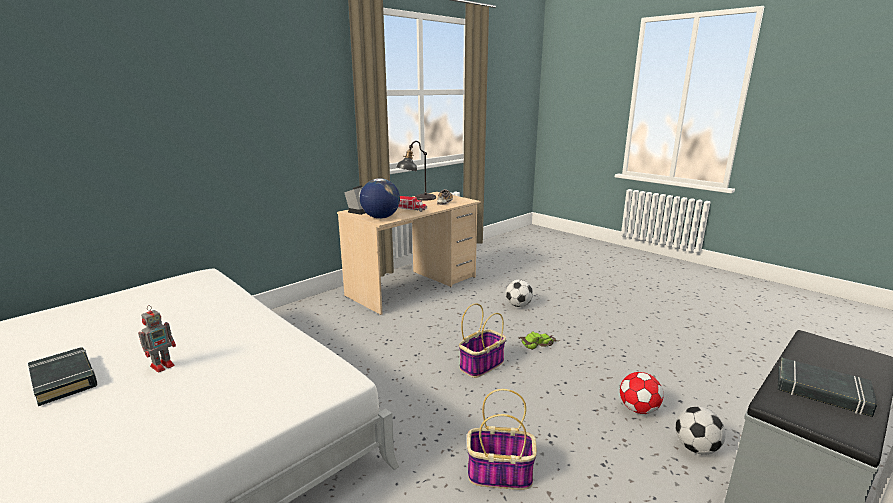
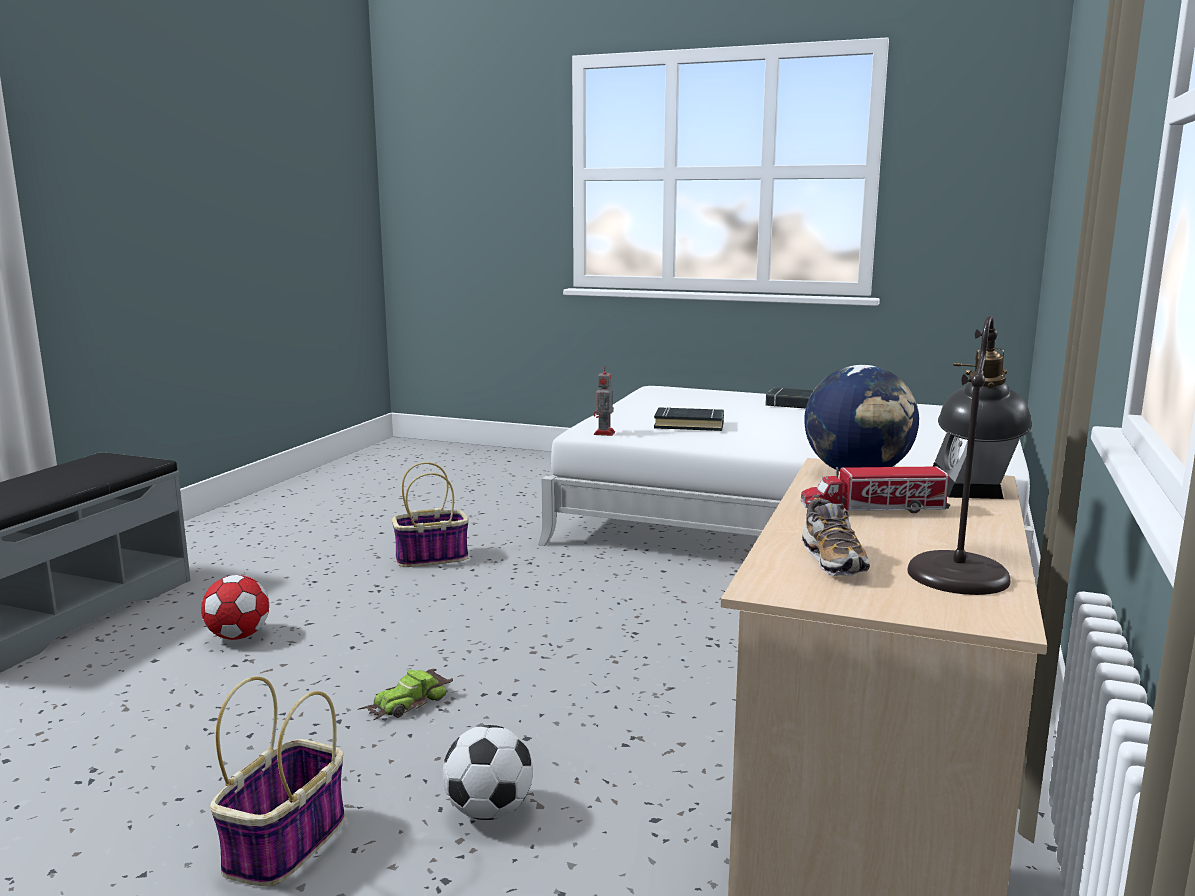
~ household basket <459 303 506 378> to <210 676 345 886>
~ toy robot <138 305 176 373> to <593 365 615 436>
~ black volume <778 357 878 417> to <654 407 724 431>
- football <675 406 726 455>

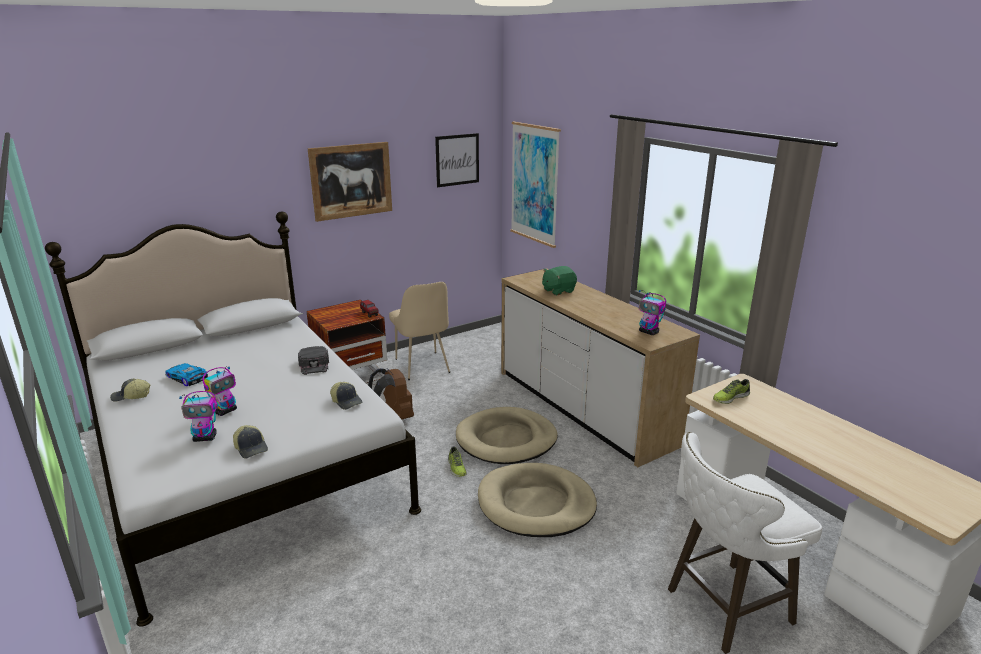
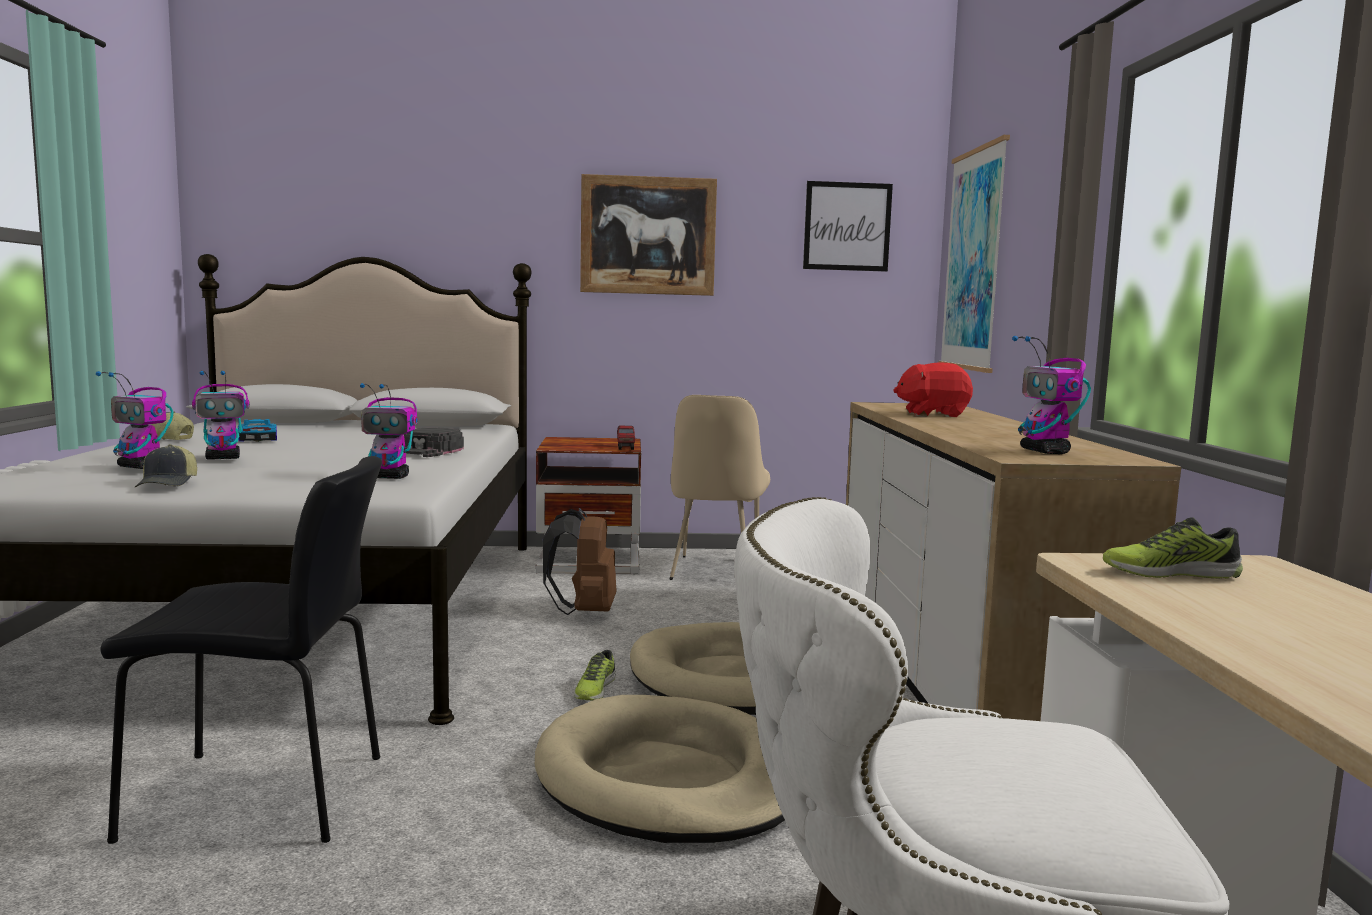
+ black plain chair <101 456 382 844>
~ cap <330 382 363 410> to toy robot <360 383 418 479>
~ green soft toy <542 266 577 296> to reddish soft toy <893 362 973 417>

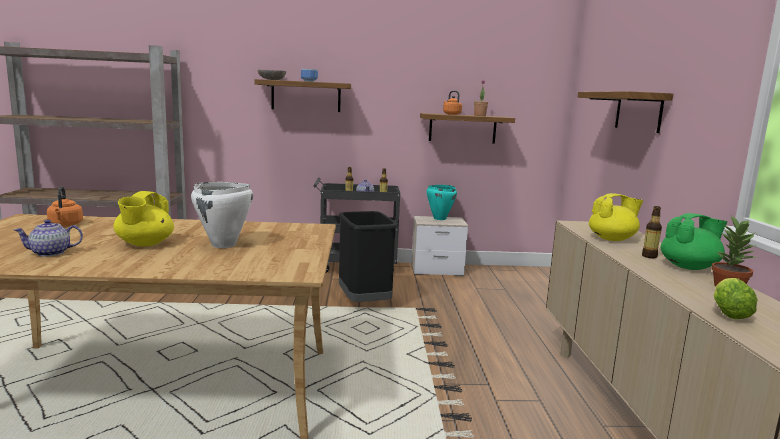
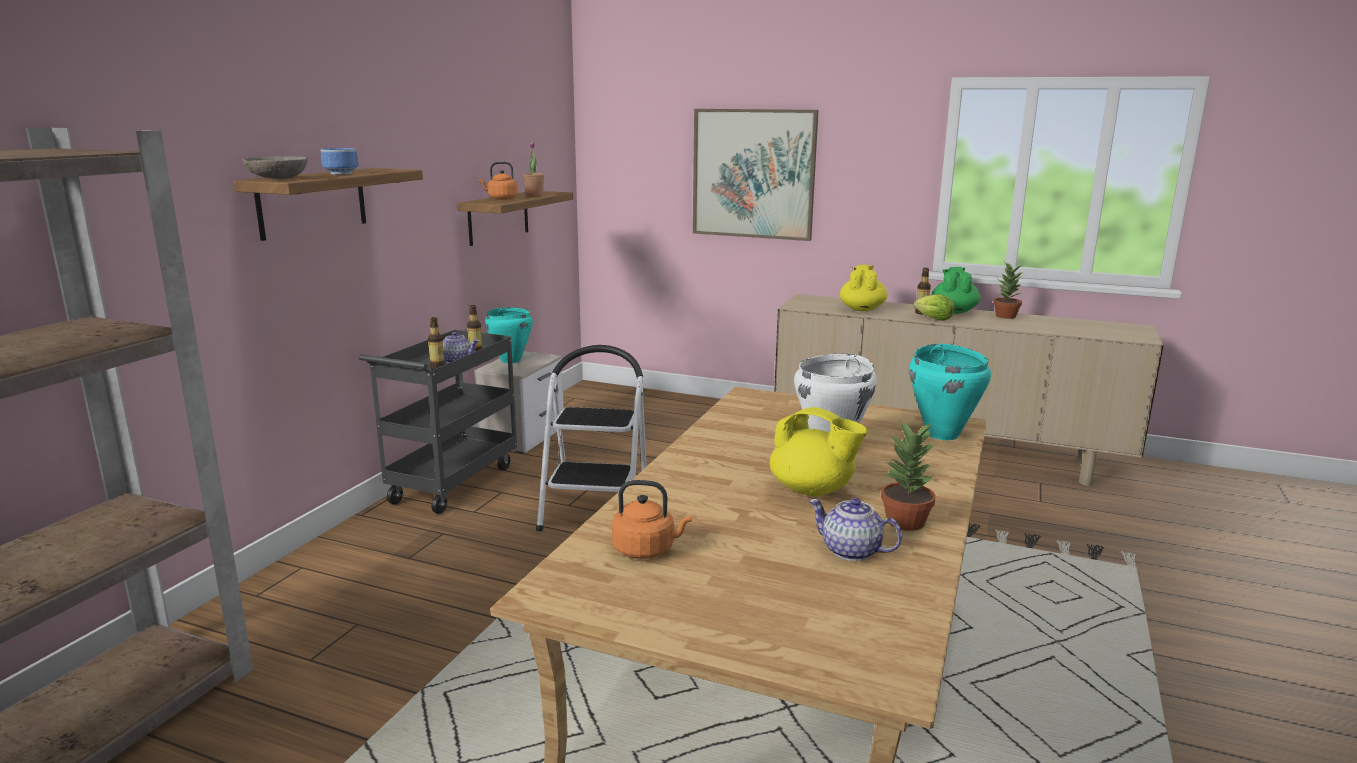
~ black rubbish bin <339 211 397 302> to stepladder <536 345 646 531>
~ shelf <577 91 673 133> to wall art <693 109 819 241>
~ teapot <14 219 83 257> = <809 498 902 561> 120 degrees clockwise
+ plant in a pot <881 421 936 531>
+ turquoise-coloured stockpot <909 344 991 440>
~ lettuce head <713 278 758 319> to <914 294 955 321>

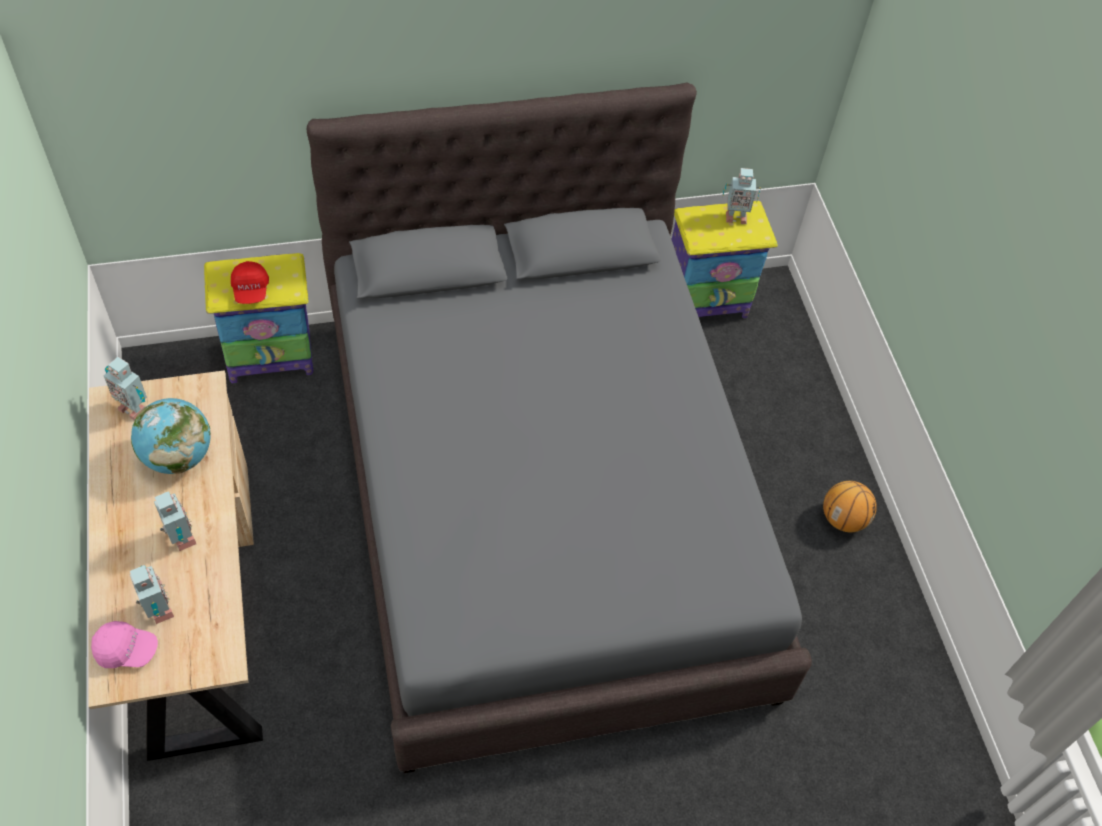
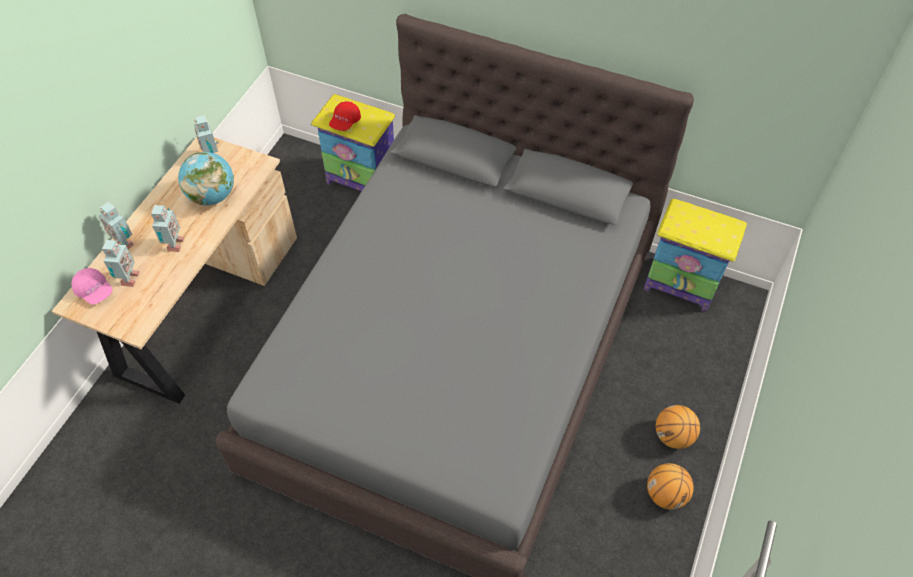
~ toy robot <723 168 761 224> to <99 202 134 250>
+ ball for basketball <656 405 700 449>

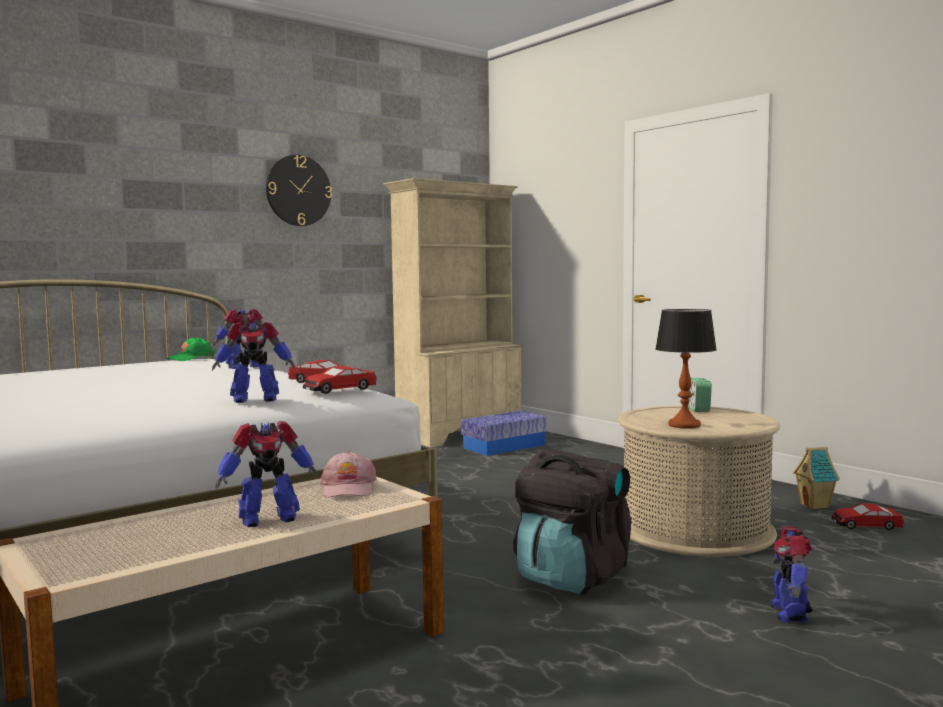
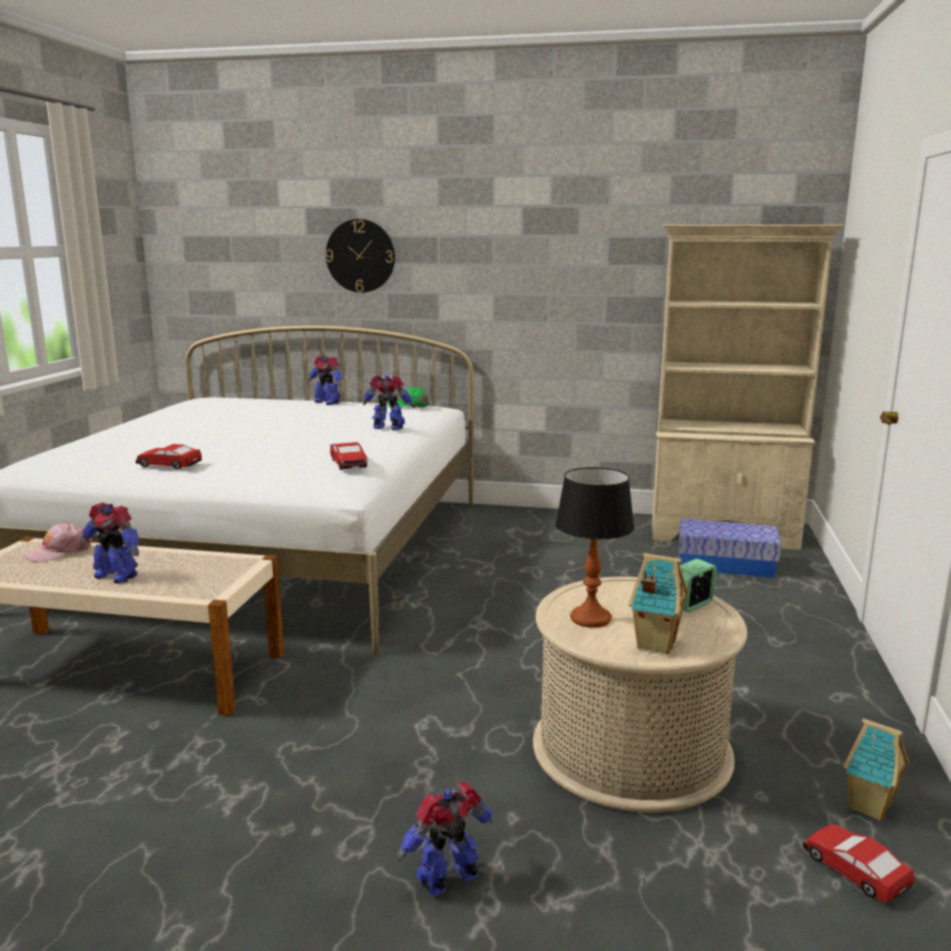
~ pink cap <321 451 377 498> to <24 522 92 563>
~ miniature car <303 366 376 394> to <135 444 202 470>
~ toy robot <212 321 295 403> to <308 355 342 405>
~ clock on the wall <266 155 332 226> to <325 219 395 293>
+ miniature house <629 553 689 655>
- black knapsack <513 449 631 595>

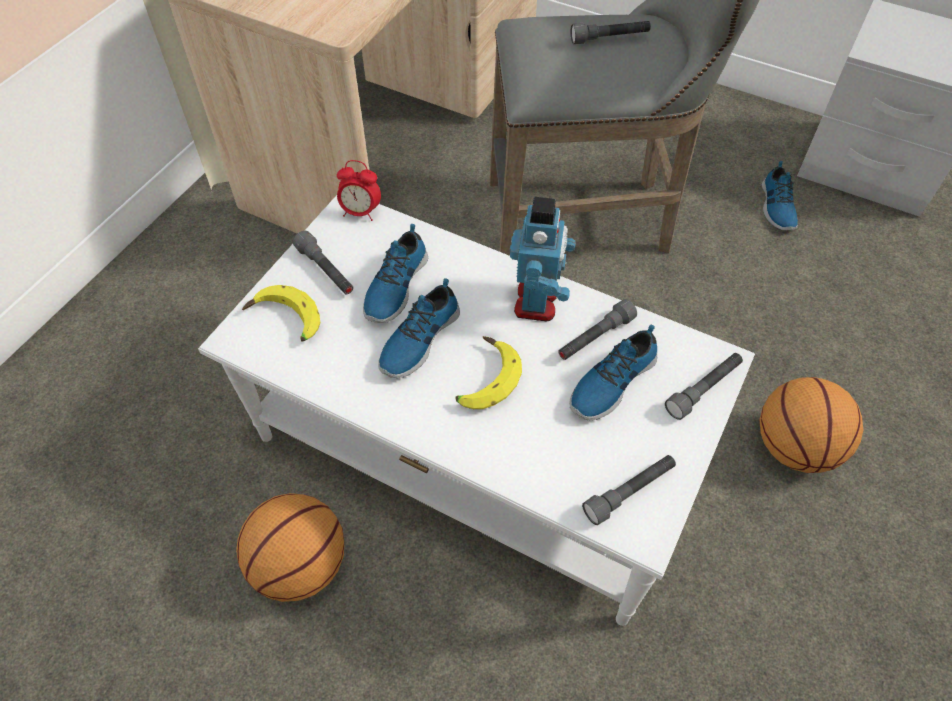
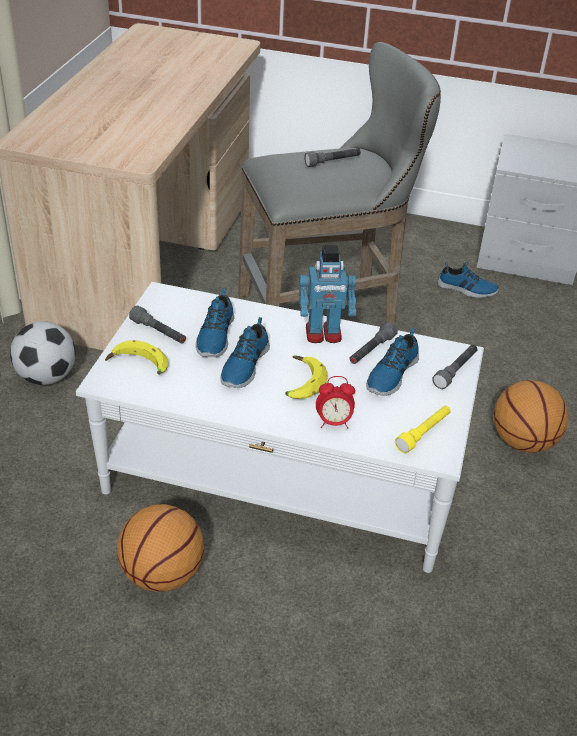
+ football <10 322 76 385>
~ toy robot <510 197 576 322> = <299 245 356 343> 90 degrees clockwise
~ bedside clock <337 160 381 221> to <316 376 355 429>
~ grey flashlight <582 455 676 525> to yellow flashlight <395 406 451 453>
~ low shoe <762 161 798 231> = <437 261 499 298> 60 degrees counterclockwise

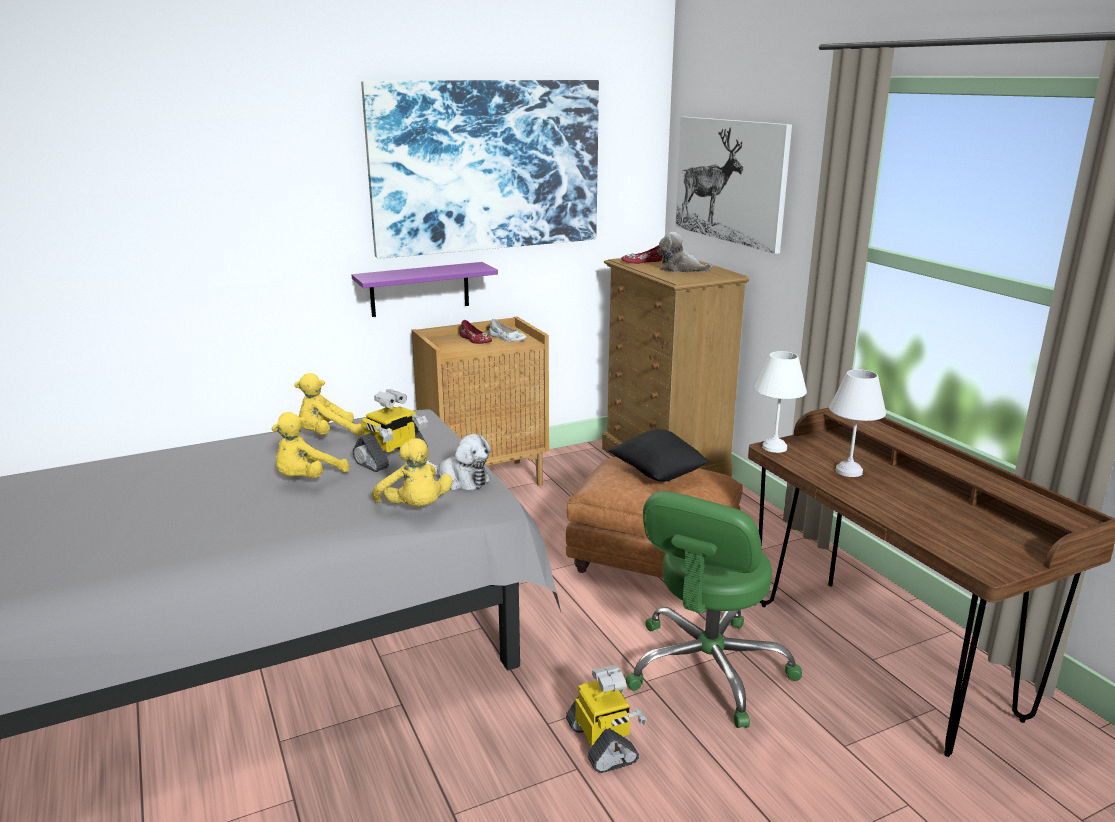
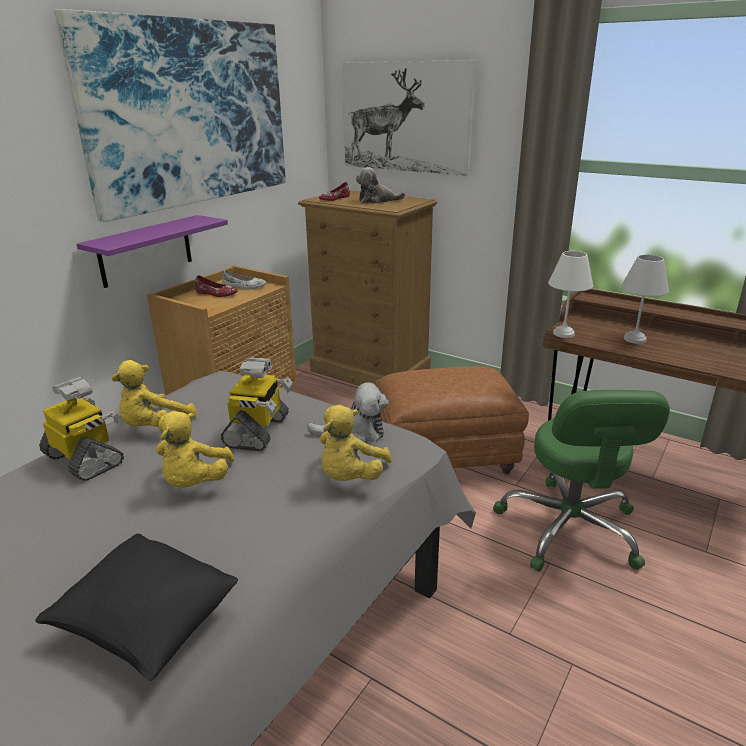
~ black throw pillow <609 429 709 482> to <35 534 238 681>
~ toy robot <566 665 647 773> to <39 377 124 481>
~ yellow soft toy <372 438 453 506> = <320 405 392 481> 90 degrees clockwise

